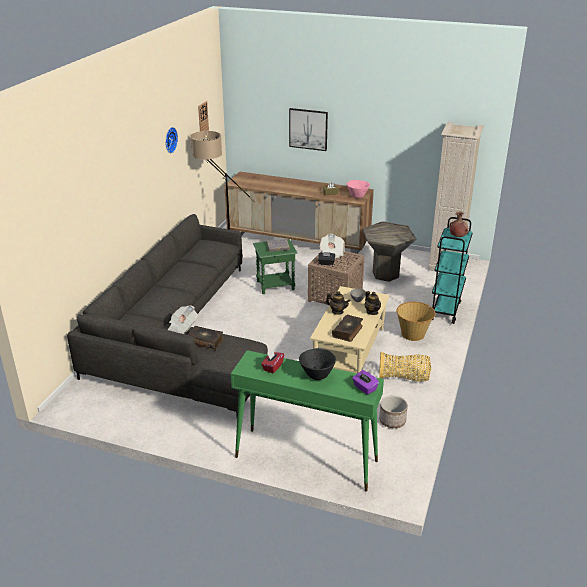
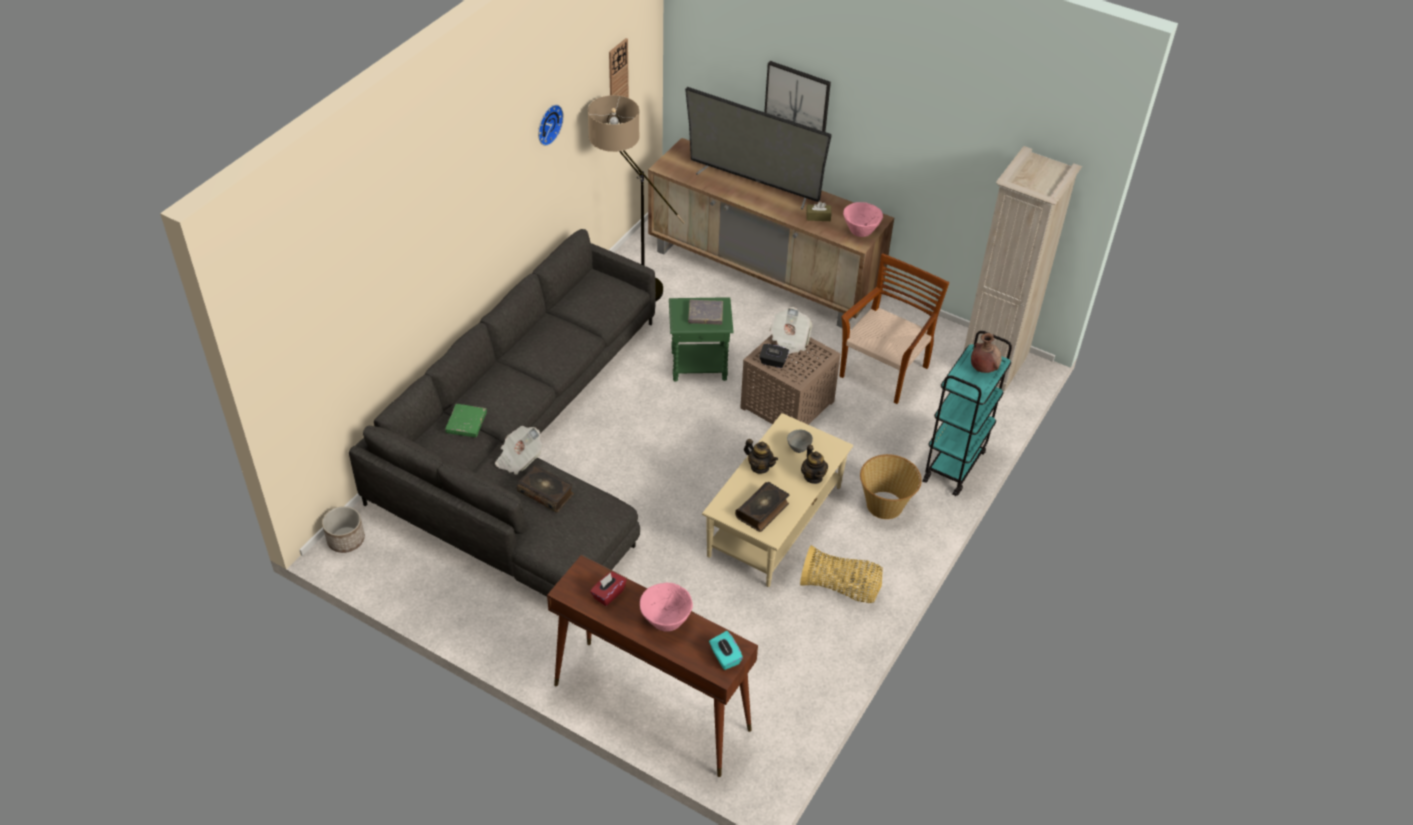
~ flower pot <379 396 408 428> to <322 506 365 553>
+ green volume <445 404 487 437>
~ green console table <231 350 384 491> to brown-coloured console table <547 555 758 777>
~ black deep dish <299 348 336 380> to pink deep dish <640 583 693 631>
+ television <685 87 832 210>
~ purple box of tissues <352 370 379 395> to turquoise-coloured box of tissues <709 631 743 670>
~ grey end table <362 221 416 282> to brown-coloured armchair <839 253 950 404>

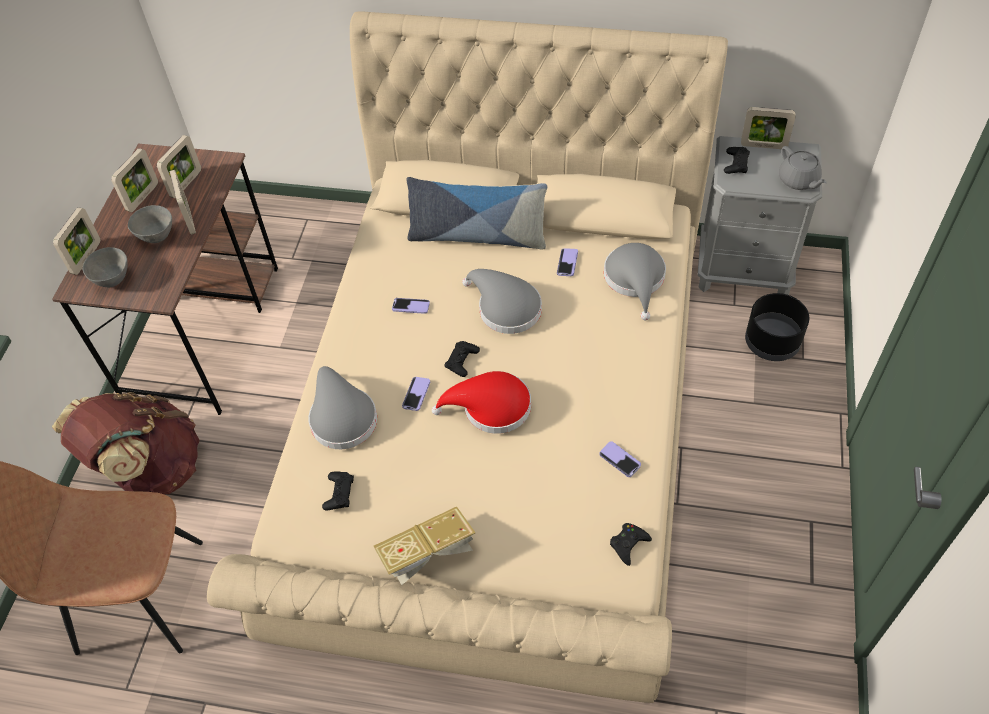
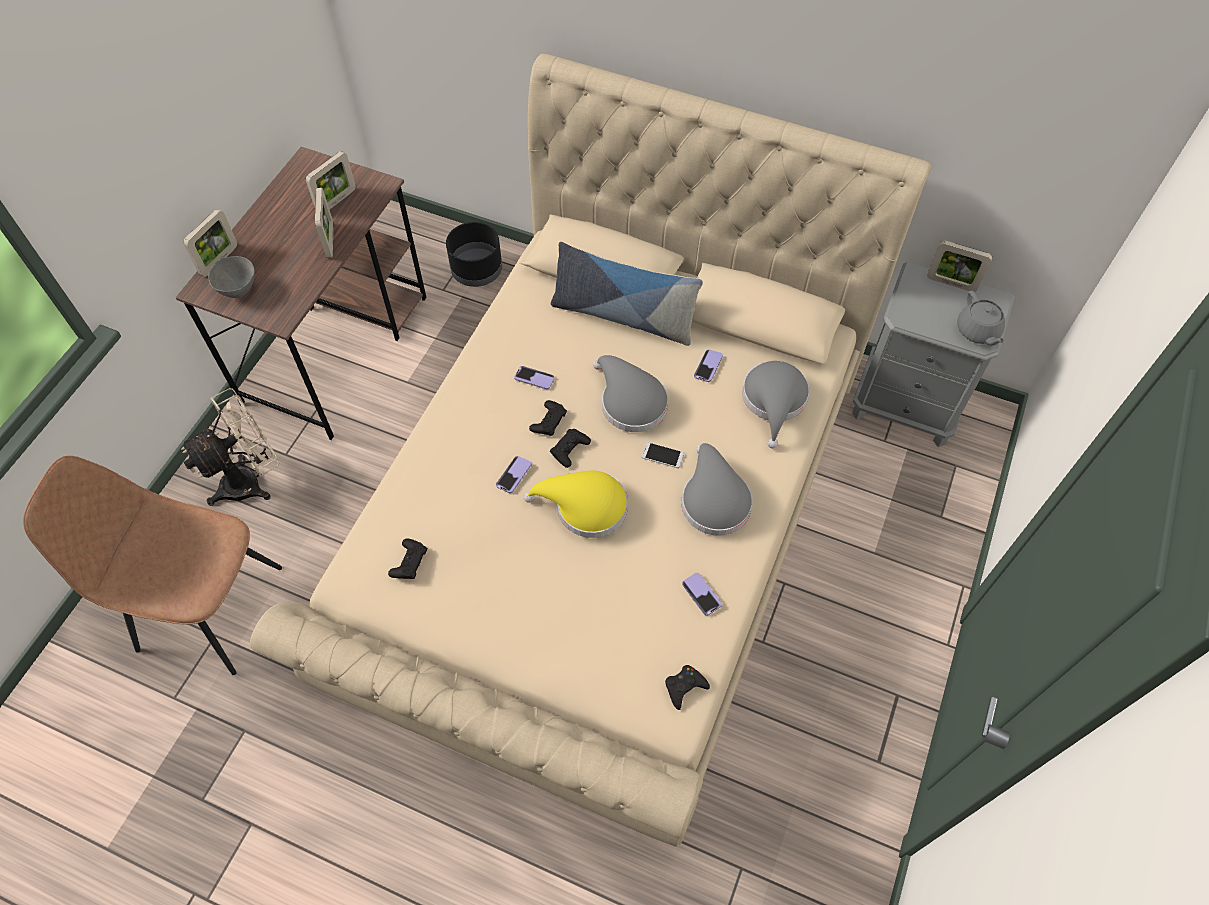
~ brown-coloured knapsack <52 392 200 494> to sand-coloured electric fan <181 388 279 506>
~ black flower pot <745 293 809 361> to <446 222 502 287>
~ reddish hat <432 371 531 434> to yellow hat <524 470 628 538>
~ black gamepad <724 147 750 174> to <529 400 567 436>
+ telephone <642 442 684 468>
~ grey hat <308 366 377 449> to <681 443 753 536>
- picture frame <111 148 158 212>
- grey deep dish <128 205 172 243>
- volume <374 506 476 585>

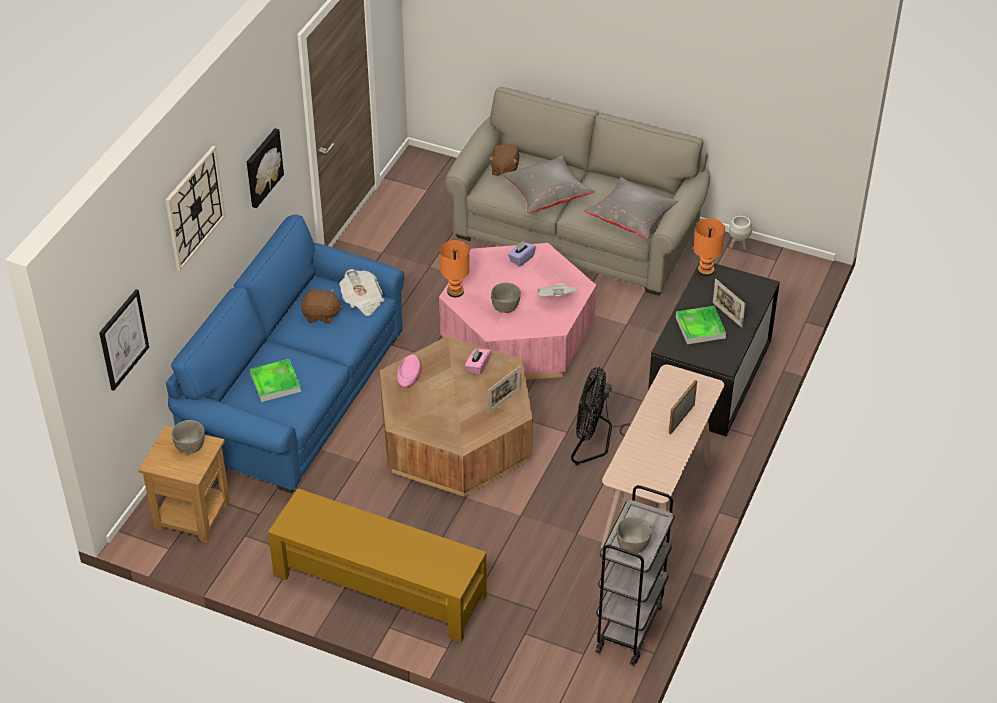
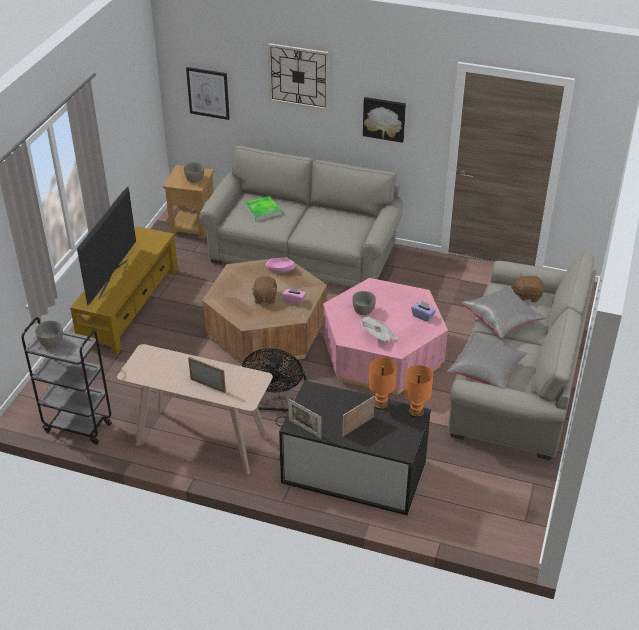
+ television <77 187 136 305>
~ blue couch <166 215 404 493> to grey couch <199 146 403 287>
~ brown-coloured soft toy <301 289 342 324> to <252 276 277 304>
~ picture frame <488 366 521 414> to <288 398 321 438>
~ orange-coloured lamp for a table <440 240 470 297> to <369 357 397 410>
- printed paper <339 269 384 316>
- tray <676 306 726 344>
- white flower pot <729 216 752 250>

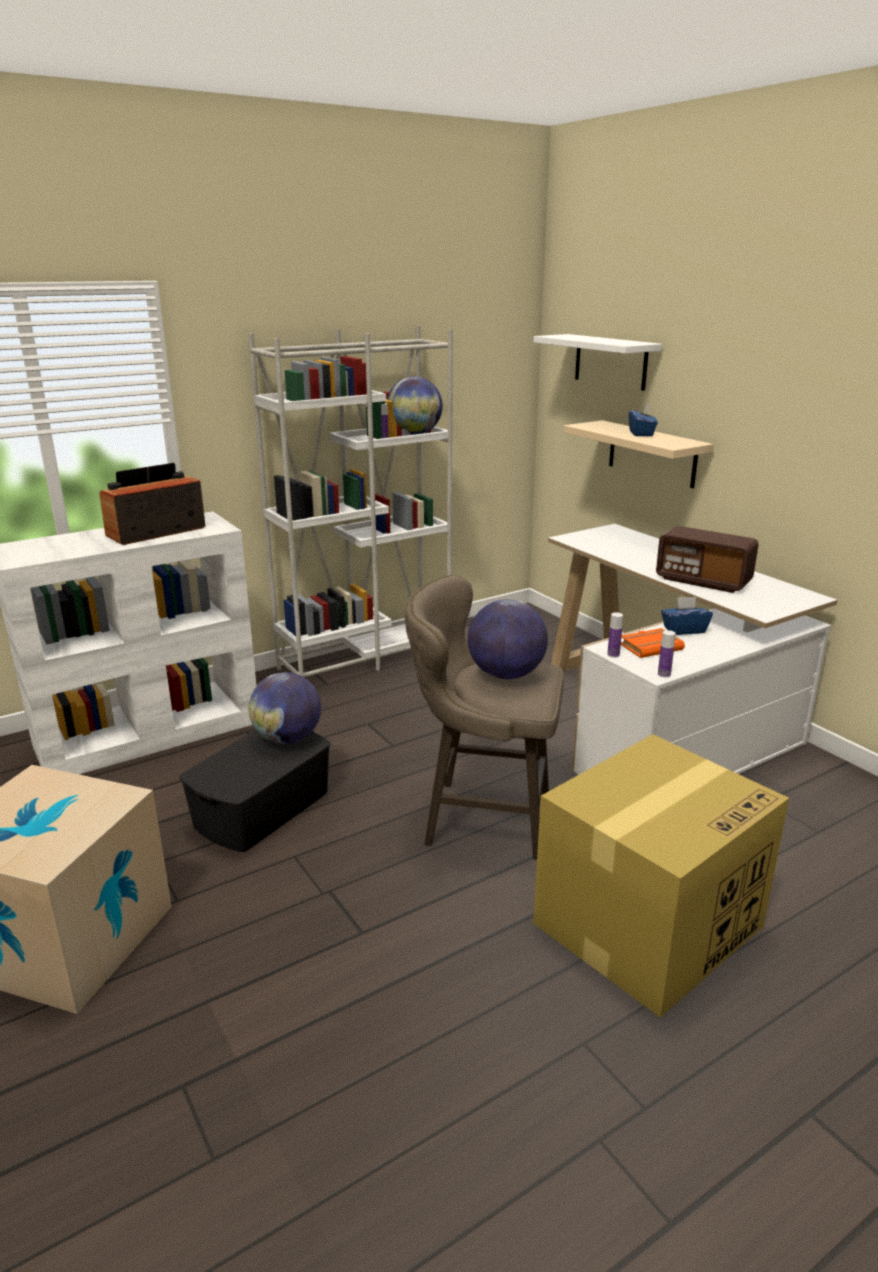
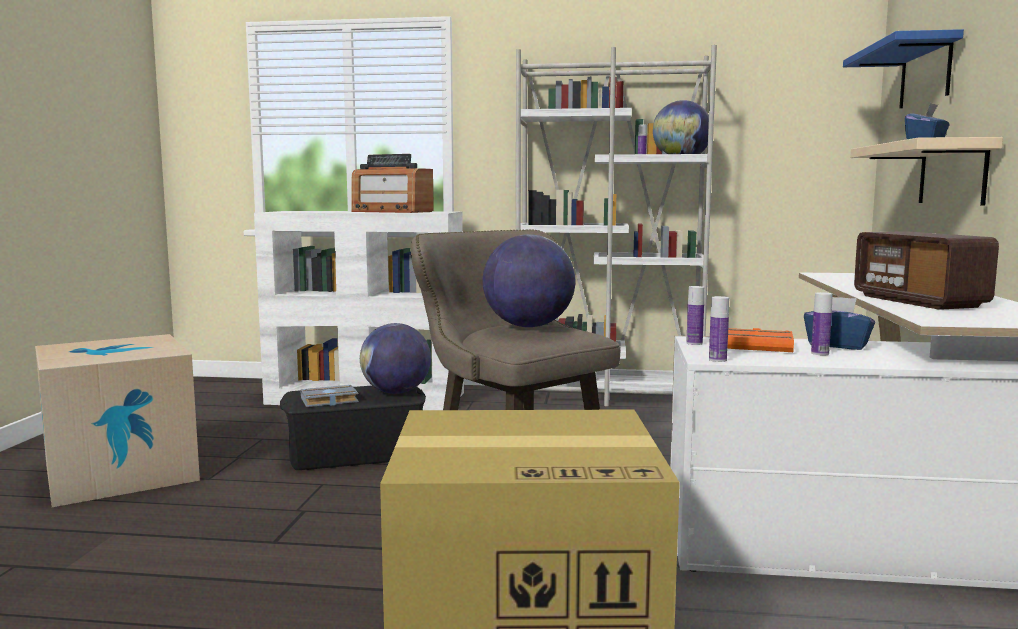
+ grey volume <301 385 359 407>
~ radio receiver <100 463 206 545> = <351 154 434 213> 150 degrees counterclockwise
+ drink bottle <811 292 833 356>
~ white shelf <534 334 662 391> to blue shelf <843 29 964 109>

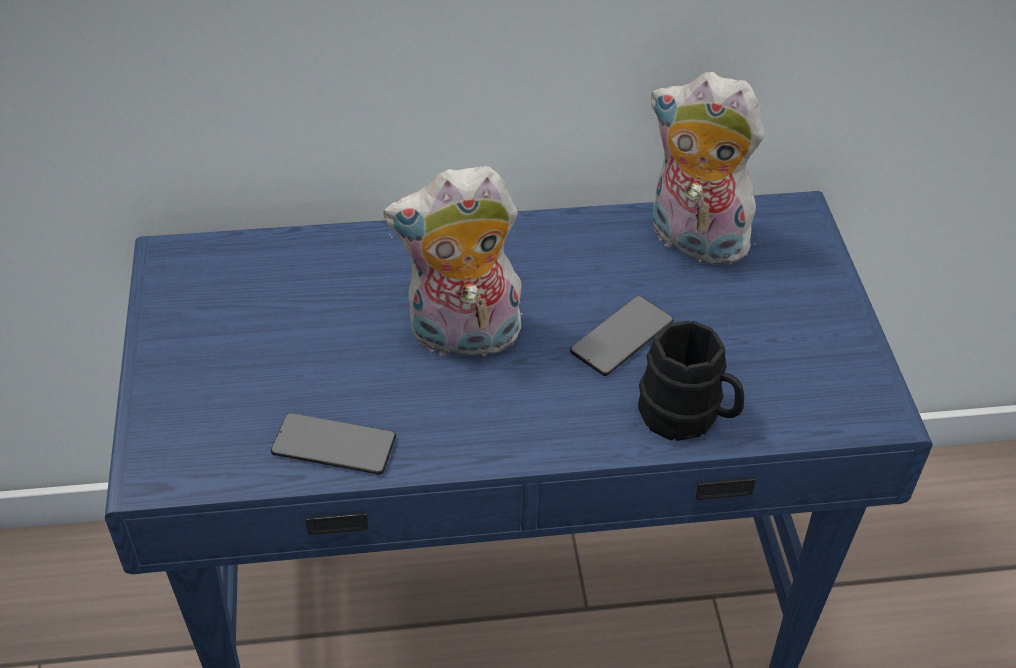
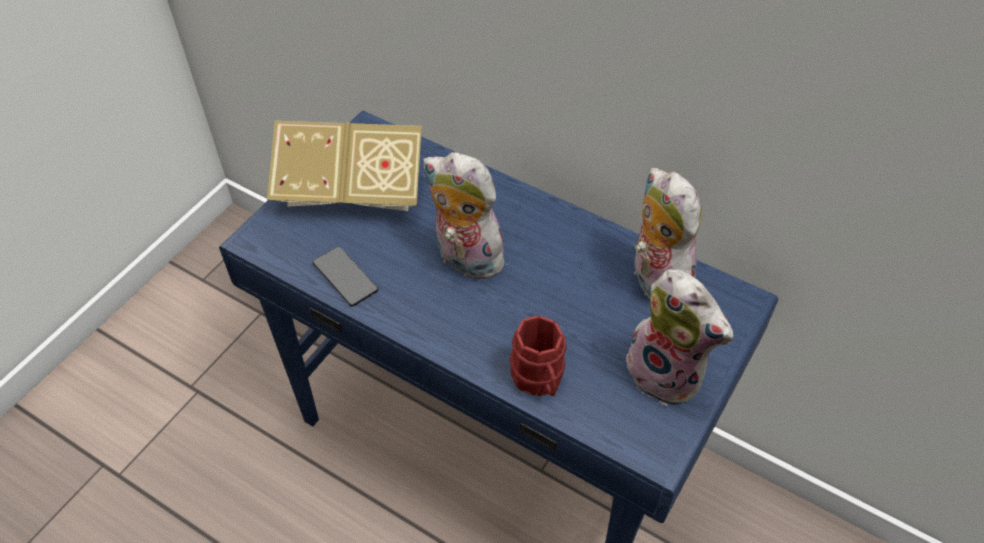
+ volume <267 121 422 211>
~ black mug <638 321 744 441> to reddish mug <510 316 567 396>
+ soft toy <623 269 733 406>
- telephone <570 296 674 376>

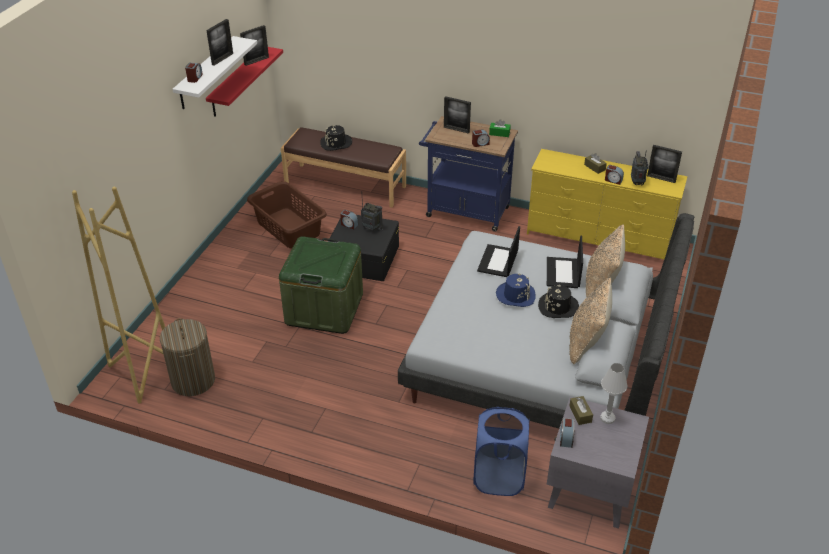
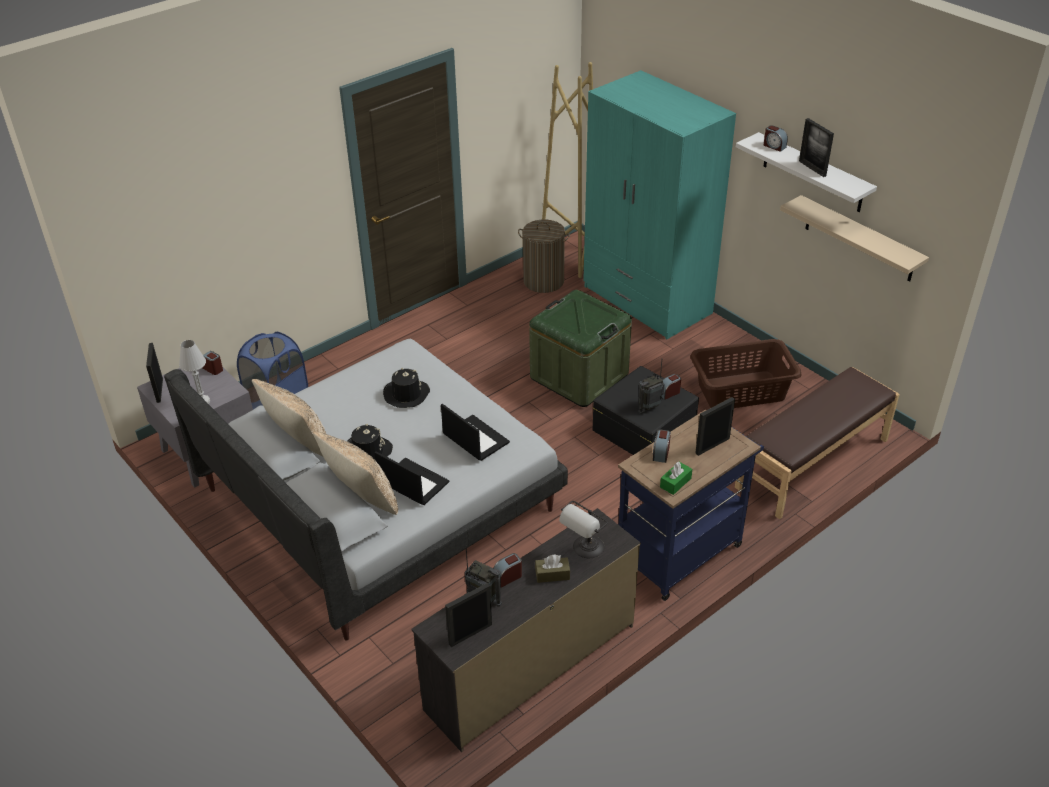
~ picture frame <240 25 269 66> to <146 343 163 403>
~ black hat <320 125 352 151> to <383 368 430 408>
~ yellow chest of drawers <527 149 688 259> to black chest of drawers <411 508 641 752>
+ lamp for a table <559 501 608 558>
+ turquoise-coloured armoire <583 70 736 339>
~ reddish shelf <206 47 283 117> to sand-coloured shelf <780 195 929 282>
- blue hat <496 273 536 307>
- brown-coloured box of tissues <569 396 593 425>

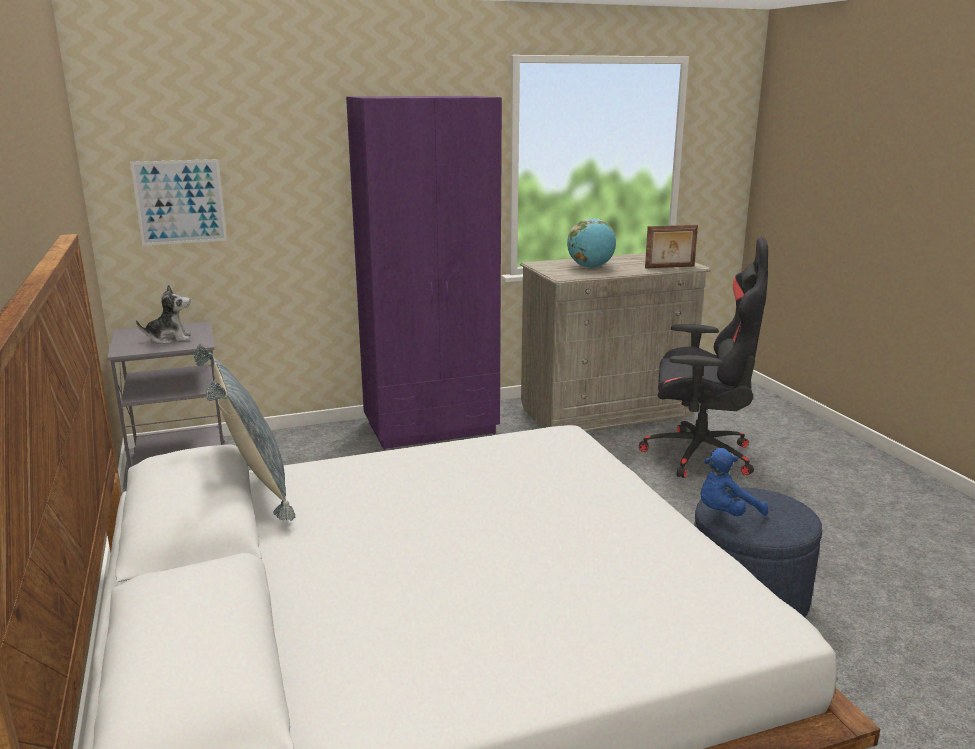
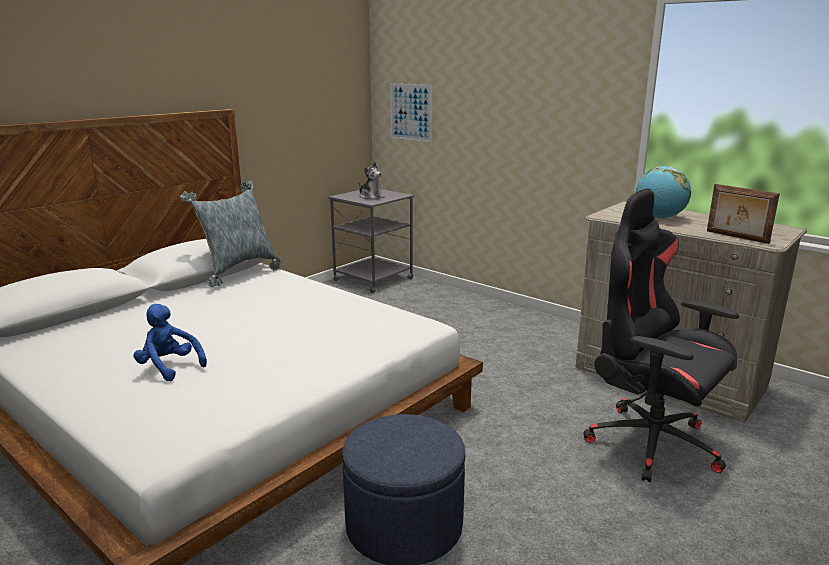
~ blue soft toy <701 448 768 516> to <134 304 207 381>
~ black desk chair <639 236 768 478> = <583 189 739 482> 150 degrees clockwise
- purple armoire <346 96 502 450>

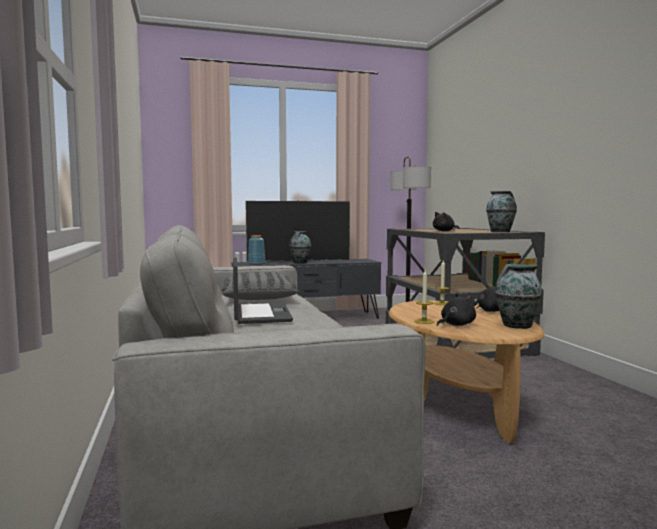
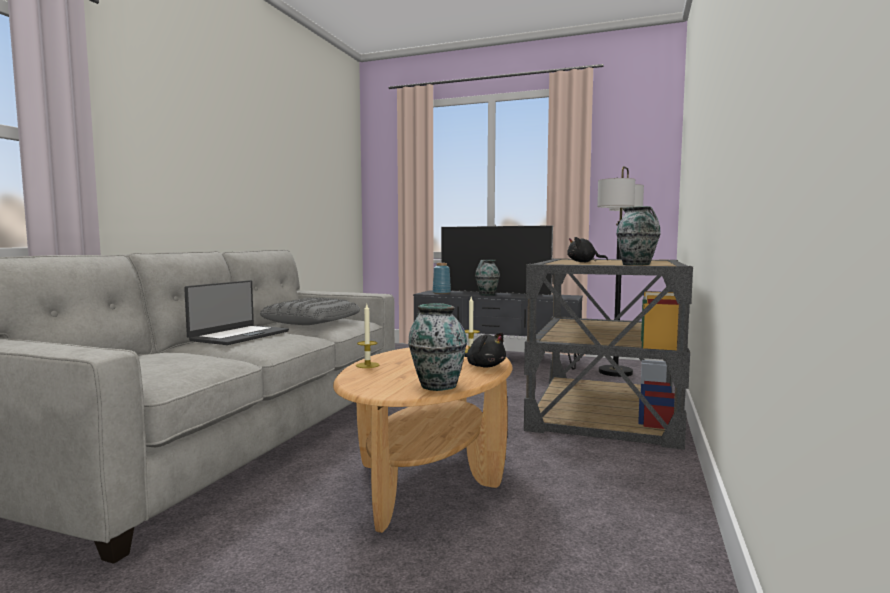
- black soft toy <437 293 476 326>

